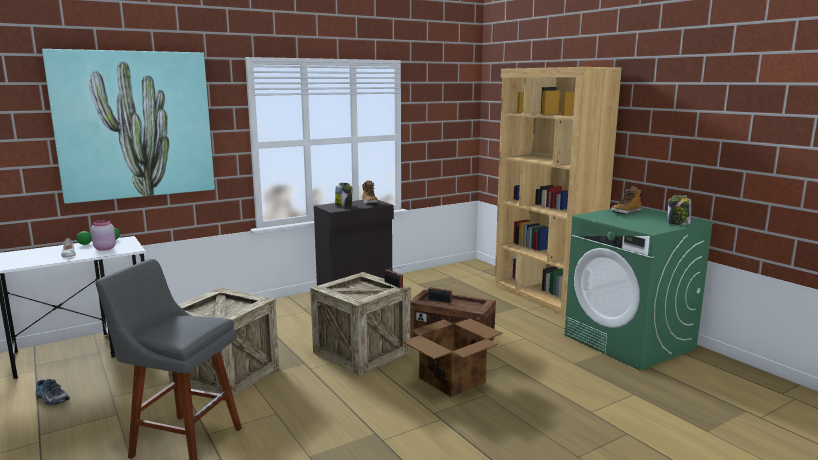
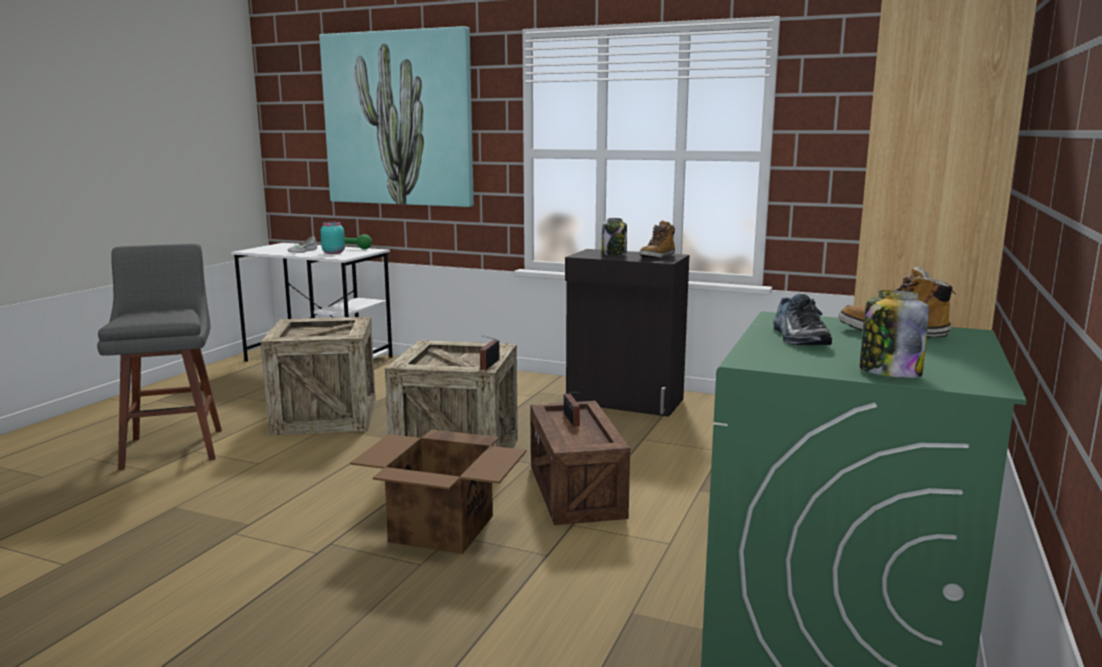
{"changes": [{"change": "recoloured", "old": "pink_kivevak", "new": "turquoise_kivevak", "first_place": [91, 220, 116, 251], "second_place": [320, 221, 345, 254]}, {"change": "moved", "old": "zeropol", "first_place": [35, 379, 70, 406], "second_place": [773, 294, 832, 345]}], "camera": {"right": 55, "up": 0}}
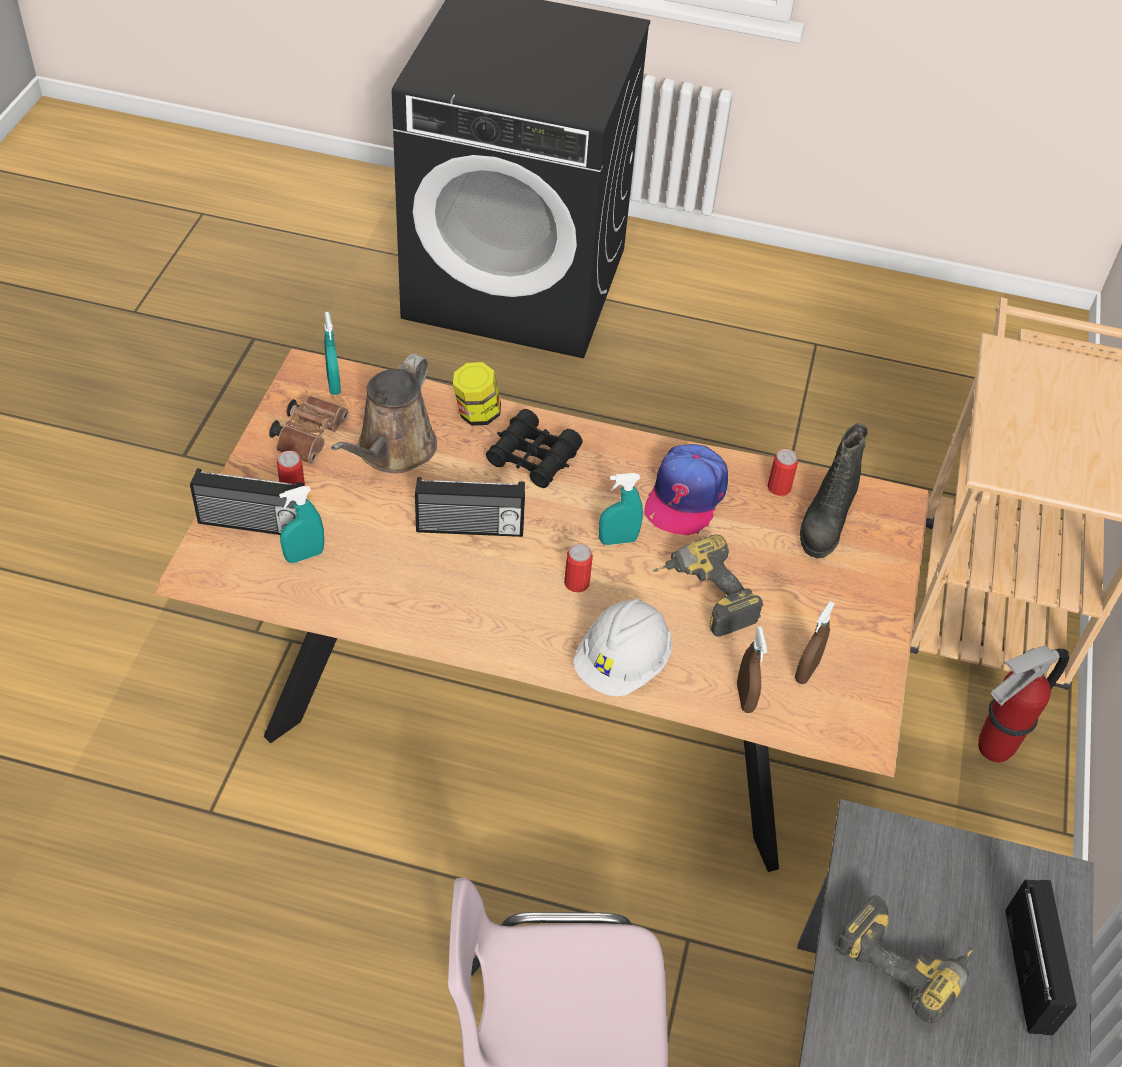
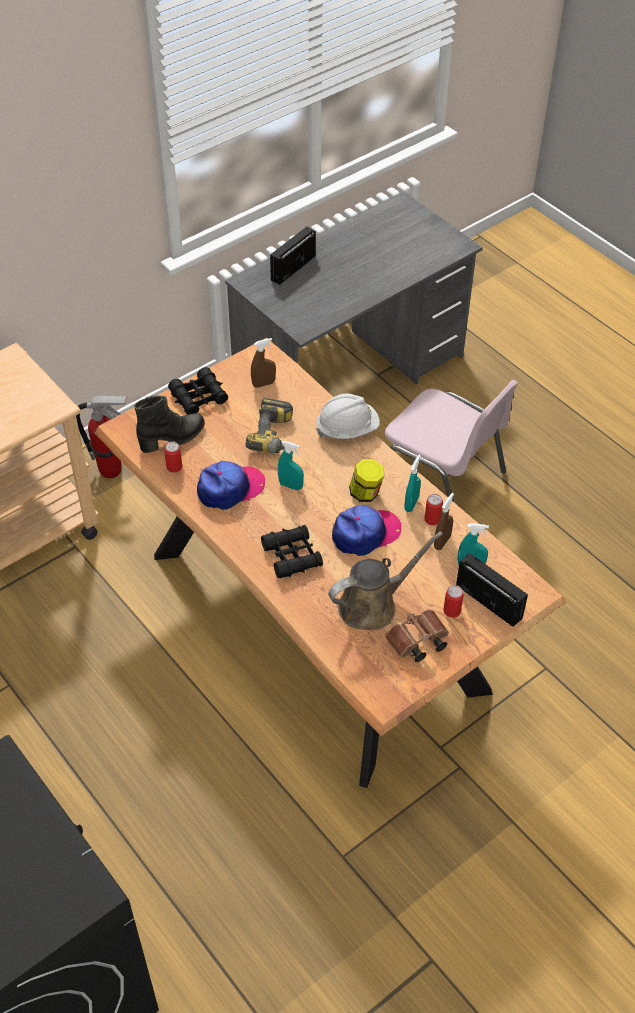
{"changes": [{"change": "added", "new": "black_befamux", "second_place": [168, 367, 228, 415]}, {"change": "replaced", "old": "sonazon", "new": "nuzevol", "first_place": [415, 477, 525, 537], "second_place": [332, 505, 401, 556]}, {"change": "moved", "old": "kivevak", "first_place": [453, 362, 501, 426], "second_place": [349, 459, 384, 502]}, {"change": "moved", "old": "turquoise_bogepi", "first_place": [324, 312, 341, 395], "second_place": [404, 454, 421, 512]}, {"change": "moved", "old": "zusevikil", "first_place": [564, 543, 593, 592], "second_place": [425, 494, 443, 525]}, {"change": "moved", "old": "brown_bogepi", "first_place": [737, 626, 767, 713], "second_place": [434, 493, 454, 550]}, {"change": "removed", "old": "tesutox", "first_place": [836, 895, 974, 1024]}], "camera": {"right": -140, "up": 0}}
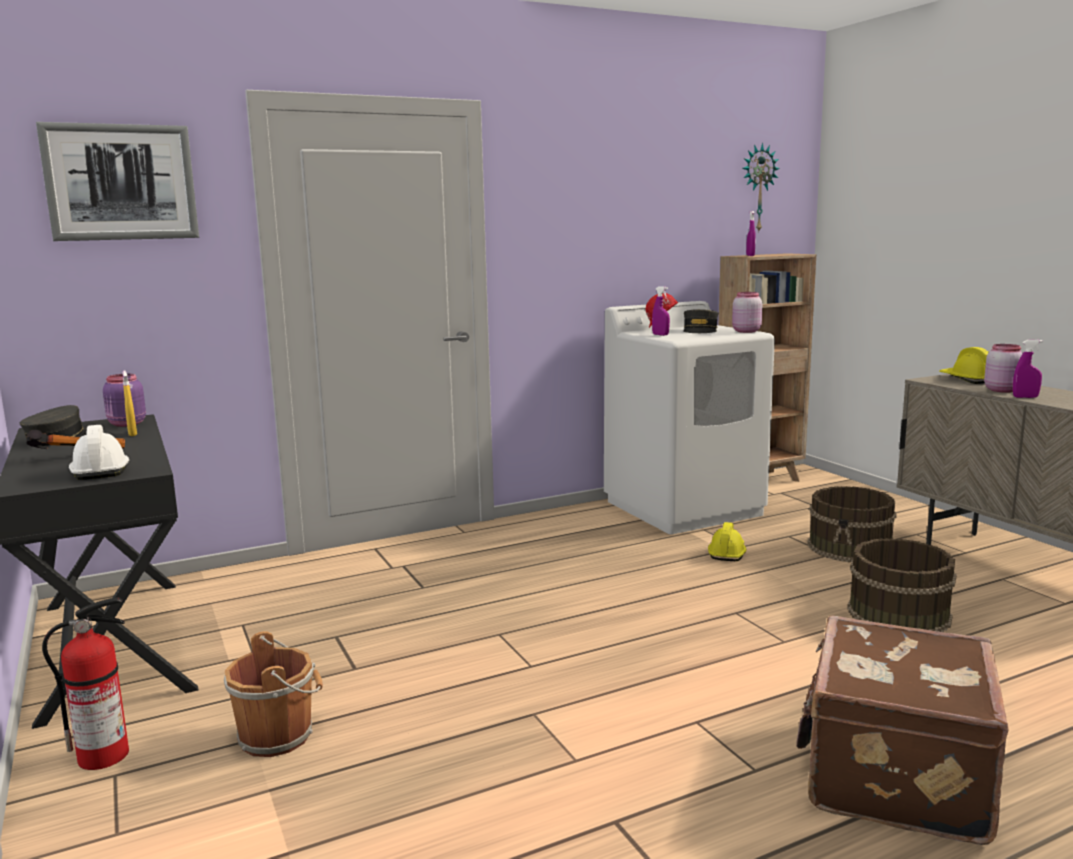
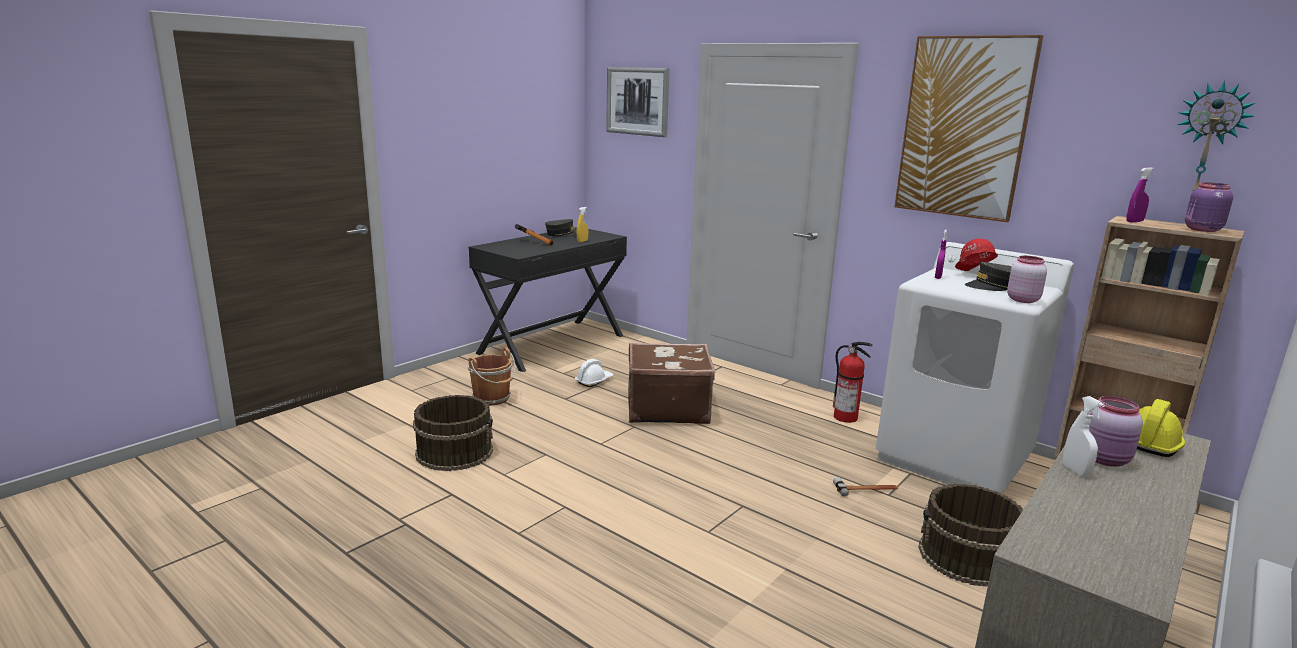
{"changes": [{"change": "moved", "old": "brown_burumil", "first_place": [847, 538, 957, 632], "second_place": [413, 395, 493, 471]}, {"change": "moved", "old": "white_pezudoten", "first_place": [69, 425, 129, 480], "second_place": [575, 359, 613, 387]}, {"change": "moved", "old": "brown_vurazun", "first_place": [796, 616, 1009, 845], "second_place": [628, 343, 715, 424]}, {"change": "moved", "old": "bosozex", "first_place": [42, 597, 129, 770], "second_place": [833, 342, 873, 423]}, {"change": "replaced", "old": "yellow_pezudoten", "new": "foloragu", "first_place": [708, 522, 746, 561], "second_place": [833, 477, 898, 497]}, {"change": "added", "new": "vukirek", "second_place": [895, 35, 1043, 222]}, {"change": "recoloured", "old": "purple_bogepi", "new": "white_bogepi", "first_place": [1013, 340, 1043, 398], "second_place": [1063, 396, 1105, 477]}, {"change": "moved", "old": "purple_kivevak", "first_place": [103, 374, 146, 427], "second_place": [1185, 182, 1233, 232]}], "camera": {"right": 65, "up": 5}}
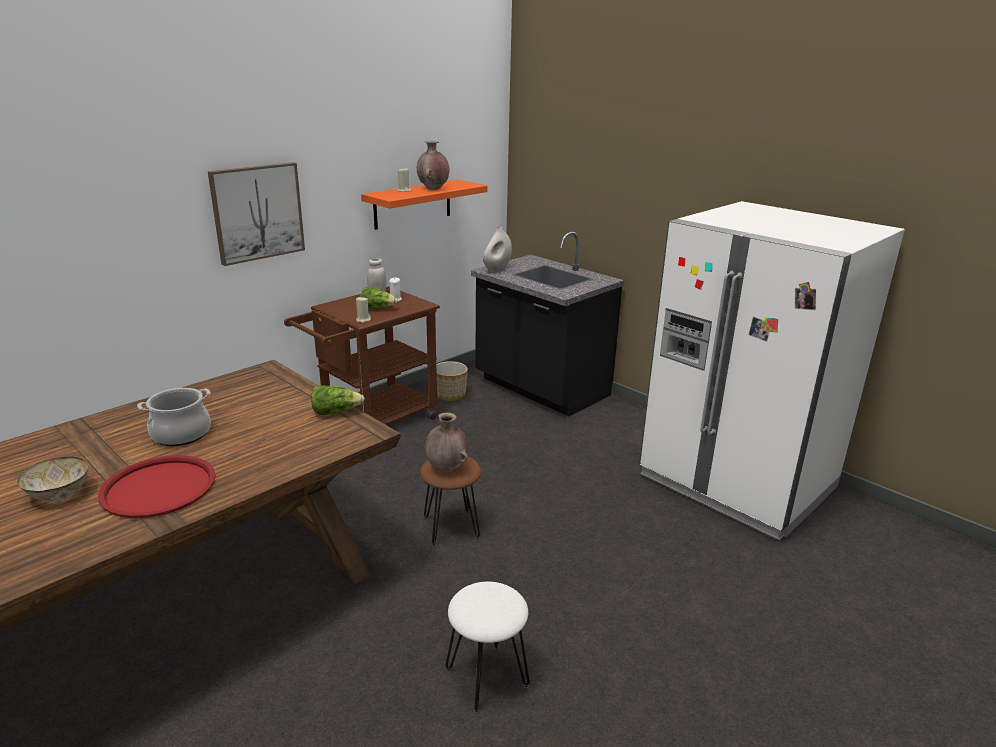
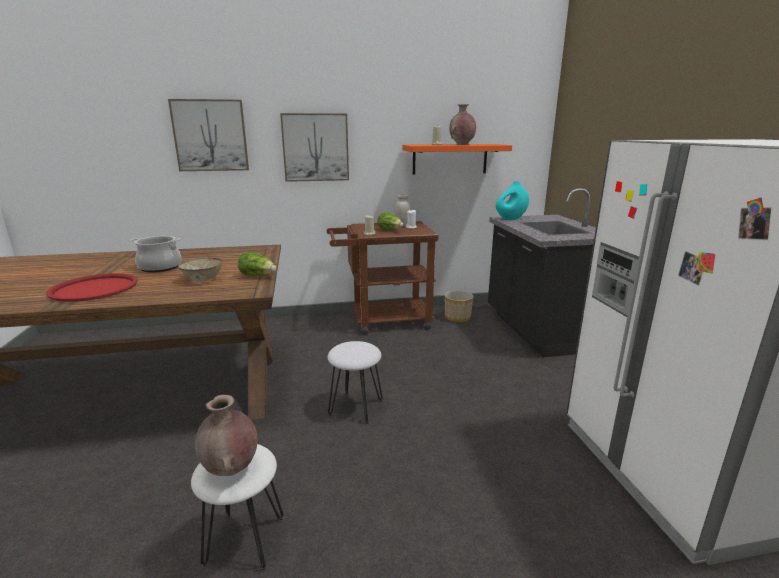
{"changes": [{"change": "added", "new": "vukirek", "second_place": [168, 99, 249, 171]}, {"change": "moved", "old": "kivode", "first_place": [17, 456, 88, 502], "second_place": [178, 258, 222, 282]}, {"change": "moved", "old": "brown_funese", "first_place": [425, 412, 468, 472], "second_place": [195, 395, 258, 476]}, {"change": "recoloured", "old": "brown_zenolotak", "new": "white_zenolotak", "first_place": [420, 456, 481, 546], "second_place": [327, 341, 383, 424]}, {"change": "recoloured", "old": "white_funese", "new": "turquoise_funese", "first_place": [483, 227, 512, 272], "second_place": [496, 181, 529, 220]}], "camera": {"right": 35, "up": -5}}
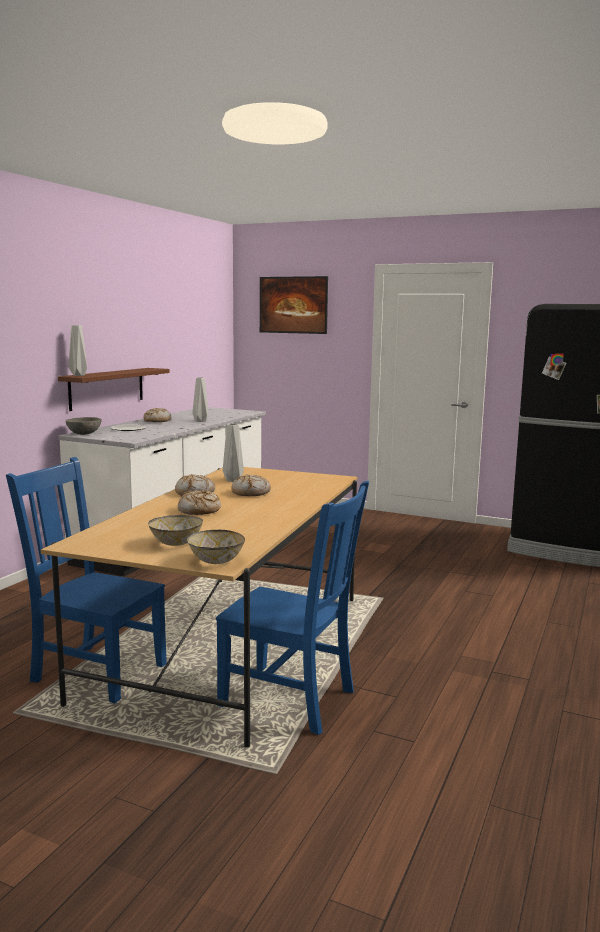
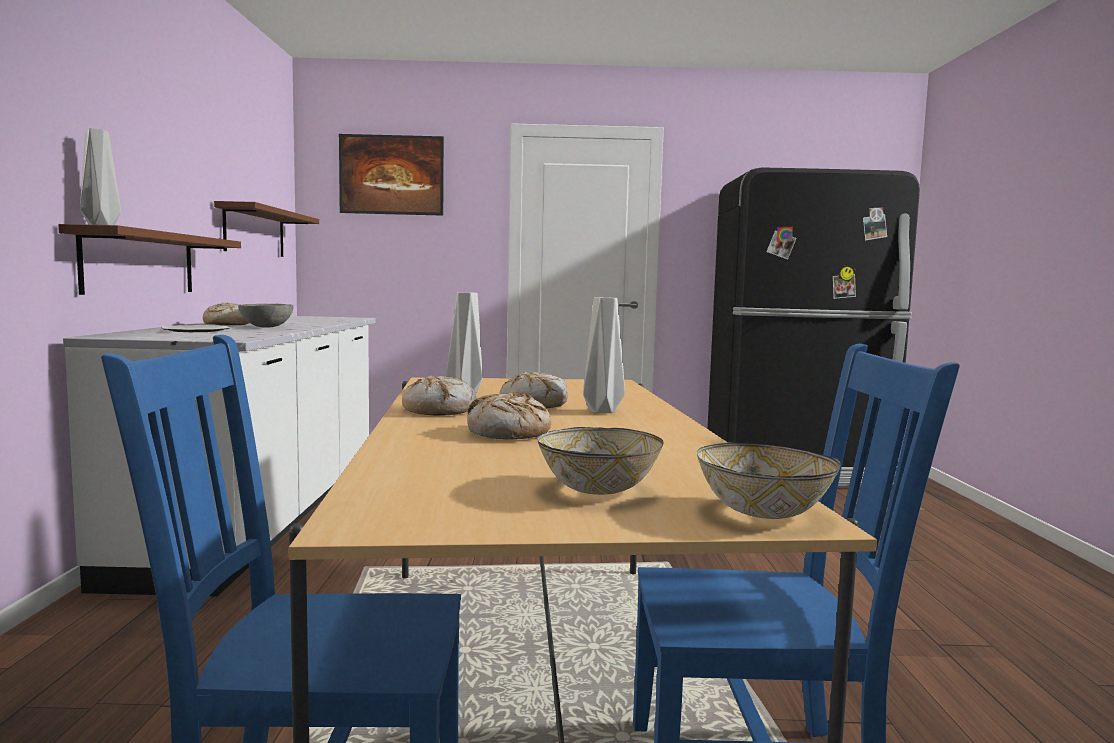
{"changes": [{"change": "added", "new": "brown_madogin", "second_place": [214, 201, 319, 257]}, {"change": "moved", "old": "grey_kivode", "first_place": [66, 417, 102, 435], "second_place": [238, 304, 294, 328]}, {"change": "moved", "old": "grey_funese", "first_place": [192, 377, 209, 422], "second_place": [583, 297, 625, 413]}], "camera": {"right": -25, "up": -5}}
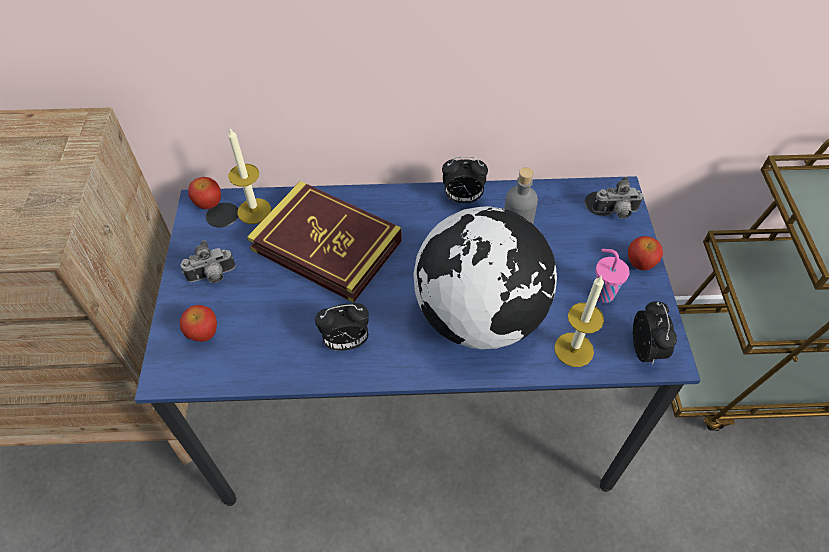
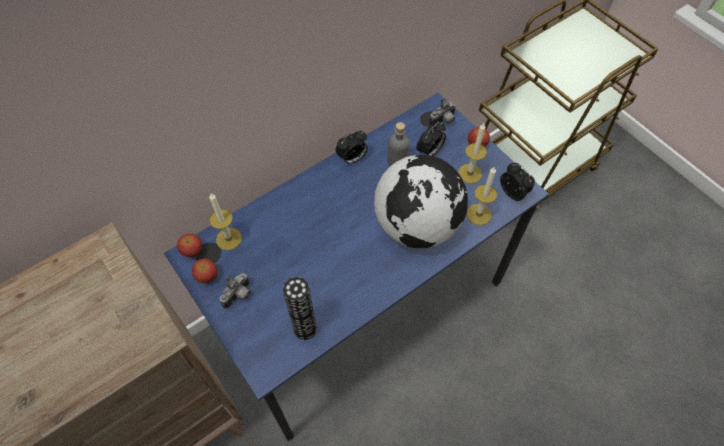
{"changes": [{"change": "moved", "old": "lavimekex", "first_place": [180, 305, 217, 342], "second_place": [192, 258, 217, 284]}, {"change": "added", "new": "funese", "second_place": [283, 277, 317, 340]}, {"change": "moved", "old": "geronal", "first_place": [315, 303, 369, 351], "second_place": [416, 122, 446, 156]}, {"change": "replaced", "old": "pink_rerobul", "new": "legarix", "first_place": [595, 249, 630, 303], "second_place": [458, 123, 487, 184]}, {"change": "removed", "old": "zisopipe", "first_place": [247, 181, 402, 303]}], "camera": {"right": -35, "up": 5}}
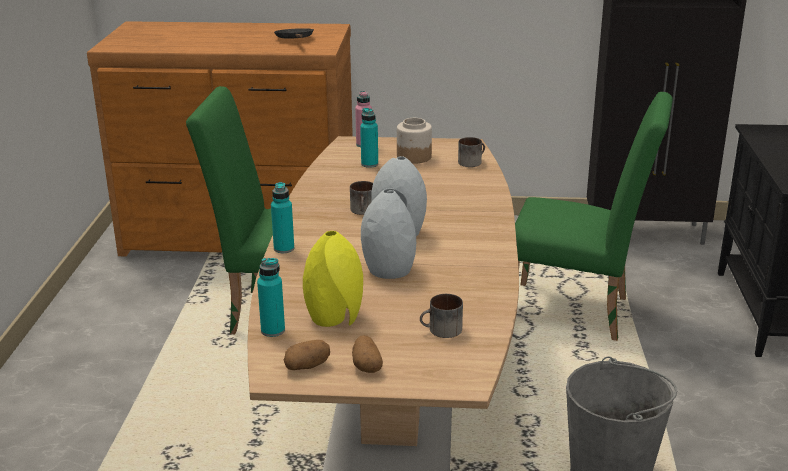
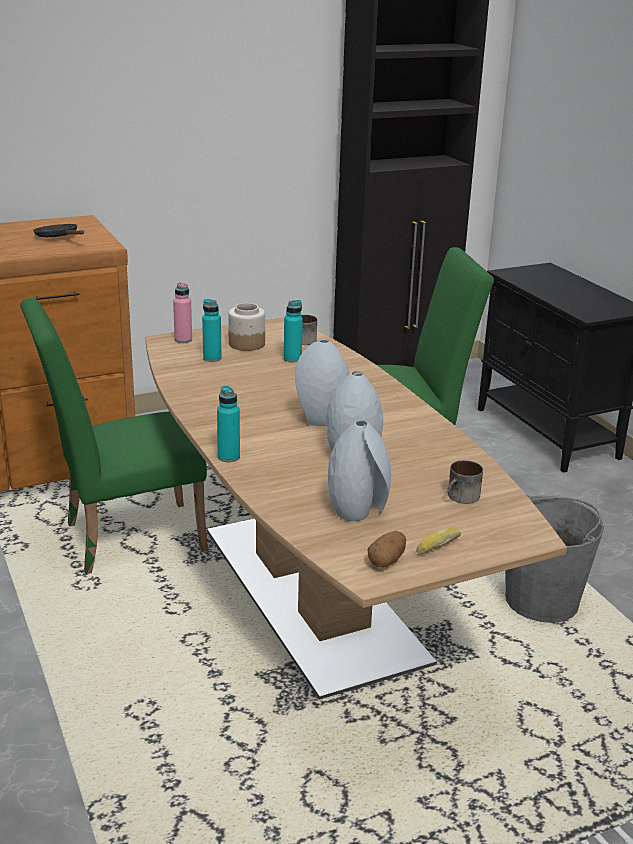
{"changes": [{"change": "moved", "old": "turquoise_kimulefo", "first_place": [257, 258, 285, 337], "second_place": [284, 300, 303, 362]}, {"change": "recoloured", "old": "yellow_funese", "new": "grey_funese", "first_place": [303, 231, 363, 327], "second_place": [328, 420, 391, 521]}, {"change": "replaced", "old": "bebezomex", "new": "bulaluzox", "first_place": [352, 335, 383, 373], "second_place": [416, 527, 461, 554]}, {"change": "removed", "old": "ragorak", "first_place": [350, 181, 373, 215]}], "camera": {"right": -30, "up": 0}}
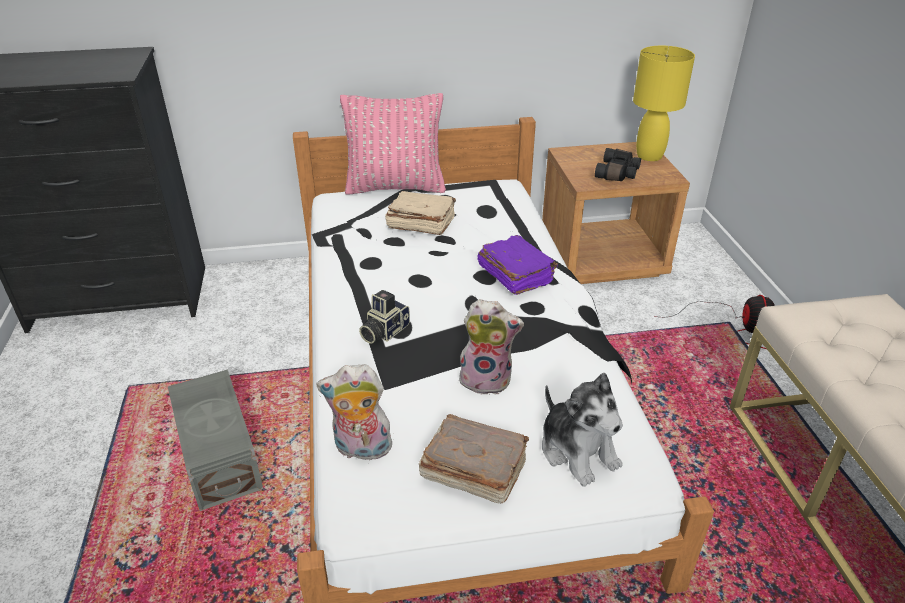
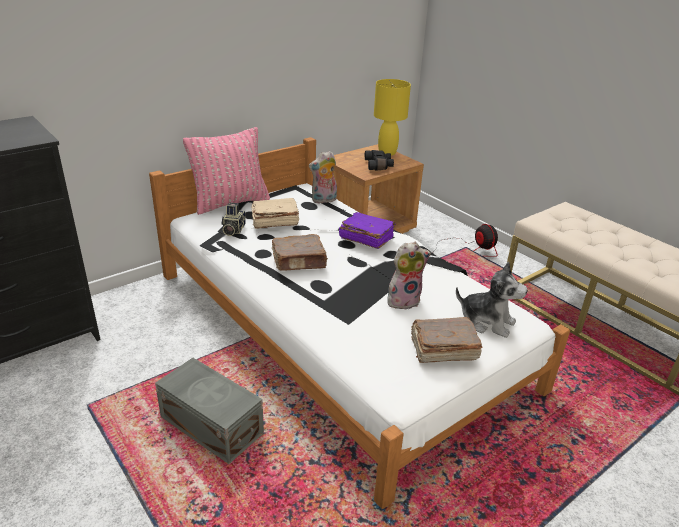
{"changes": [{"change": "moved", "old": "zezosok", "first_place": [359, 290, 410, 344], "second_place": [221, 203, 246, 236]}, {"change": "added", "new": "brown_zisopipe", "second_place": [272, 234, 328, 271]}, {"change": "moved", "old": "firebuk", "first_place": [316, 364, 397, 460], "second_place": [309, 151, 337, 204]}], "camera": {"right": -30, "up": -5}}
